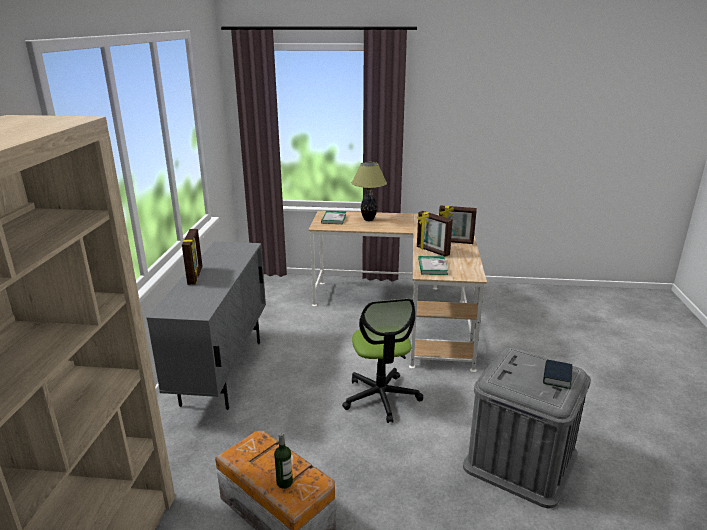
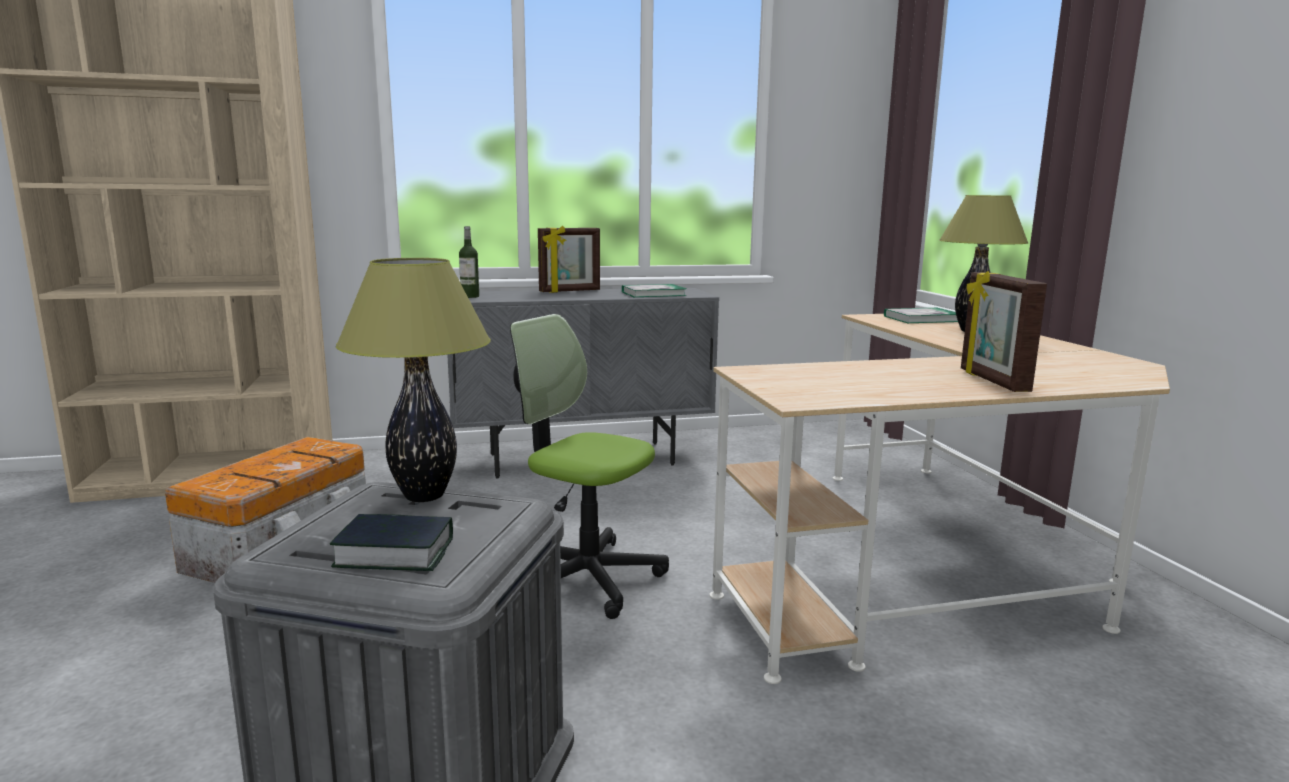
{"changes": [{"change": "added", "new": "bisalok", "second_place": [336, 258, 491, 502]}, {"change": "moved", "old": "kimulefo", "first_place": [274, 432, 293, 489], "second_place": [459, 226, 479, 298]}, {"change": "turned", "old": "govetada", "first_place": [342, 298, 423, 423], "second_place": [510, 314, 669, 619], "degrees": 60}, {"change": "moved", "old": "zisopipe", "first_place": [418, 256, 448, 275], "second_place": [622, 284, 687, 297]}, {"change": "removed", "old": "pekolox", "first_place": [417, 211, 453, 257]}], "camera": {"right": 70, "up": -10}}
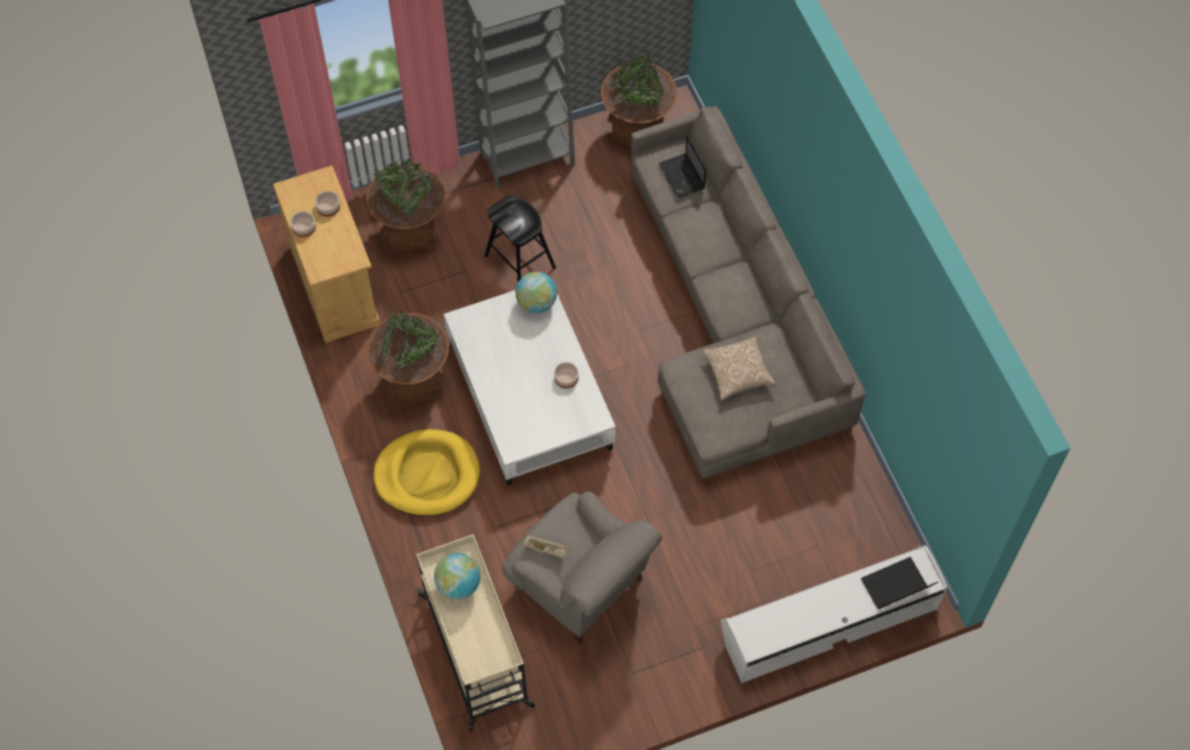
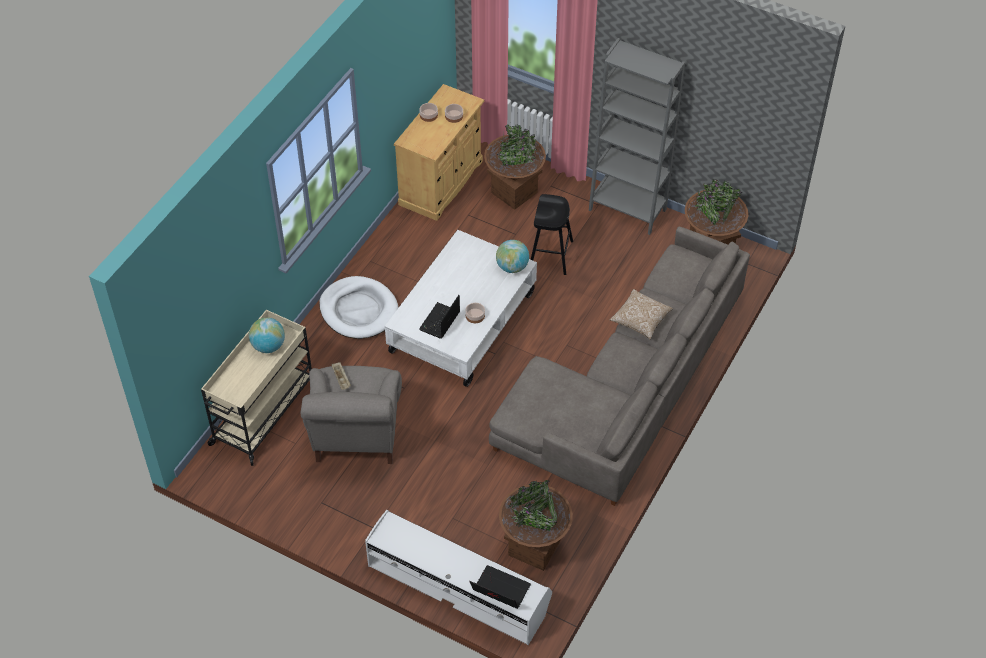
{"changes": [{"change": "recoloured", "old": "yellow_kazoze", "new": "white_kazoze", "first_place": [373, 429, 480, 516], "second_place": [319, 276, 398, 339]}, {"change": "moved", "old": "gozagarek", "first_place": [659, 136, 706, 198], "second_place": [419, 295, 460, 339]}, {"change": "moved", "old": "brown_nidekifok", "first_place": [366, 309, 449, 407], "second_place": [499, 480, 573, 571]}, {"change": "moved", "old": "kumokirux", "first_place": [703, 336, 776, 400], "second_place": [610, 289, 673, 339]}], "camera": {"right": 50, "up": -10}}
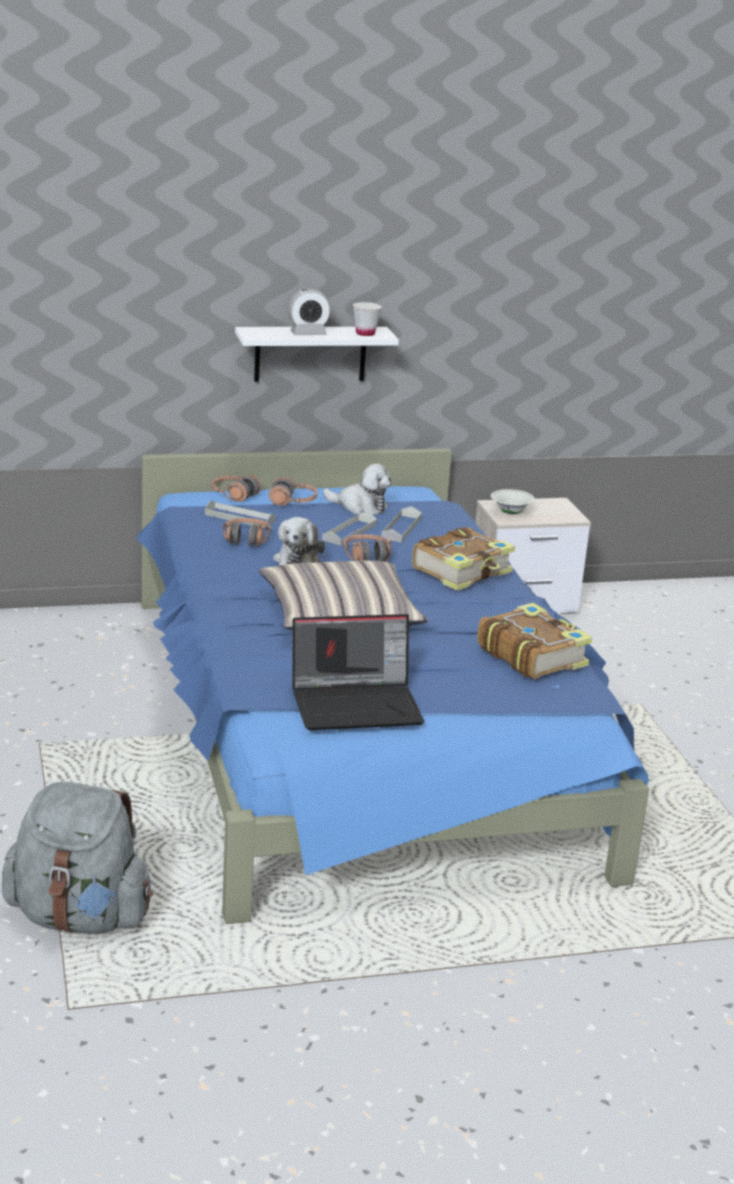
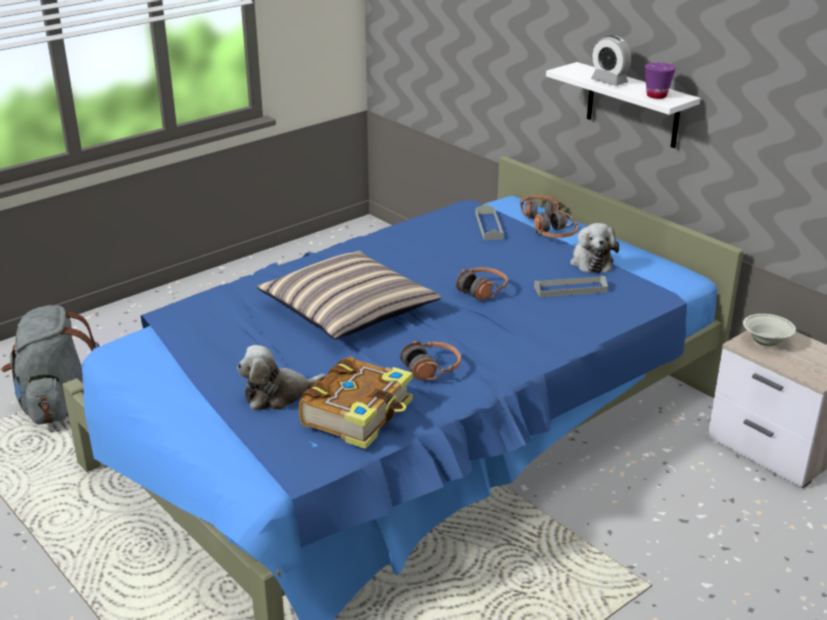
{"changes": [{"change": "moved", "old": "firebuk", "first_place": [273, 517, 325, 565], "second_place": [237, 345, 326, 410]}, {"change": "moved", "old": "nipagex", "first_place": [223, 518, 271, 547], "second_place": [400, 341, 461, 380]}, {"change": "recoloured", "old": "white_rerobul", "new": "purple_rerobul", "first_place": [353, 302, 382, 336], "second_place": [644, 62, 676, 99]}, {"change": "removed", "old": "gozagarek", "first_place": [292, 614, 424, 730]}, {"change": "removed", "old": "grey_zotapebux", "first_place": [322, 512, 377, 546]}, {"change": "removed", "old": "zisopipe", "first_place": [412, 527, 515, 591]}], "camera": {"right": 65, "up": 5}}
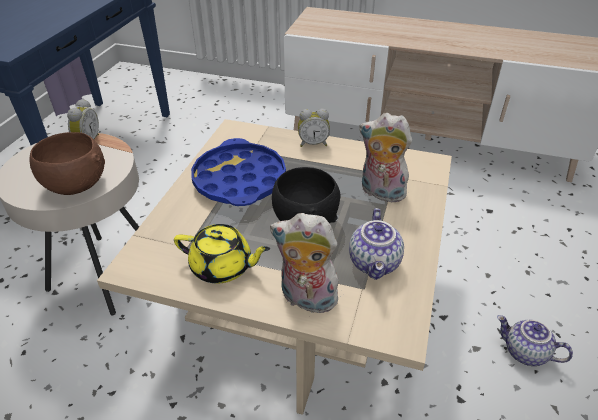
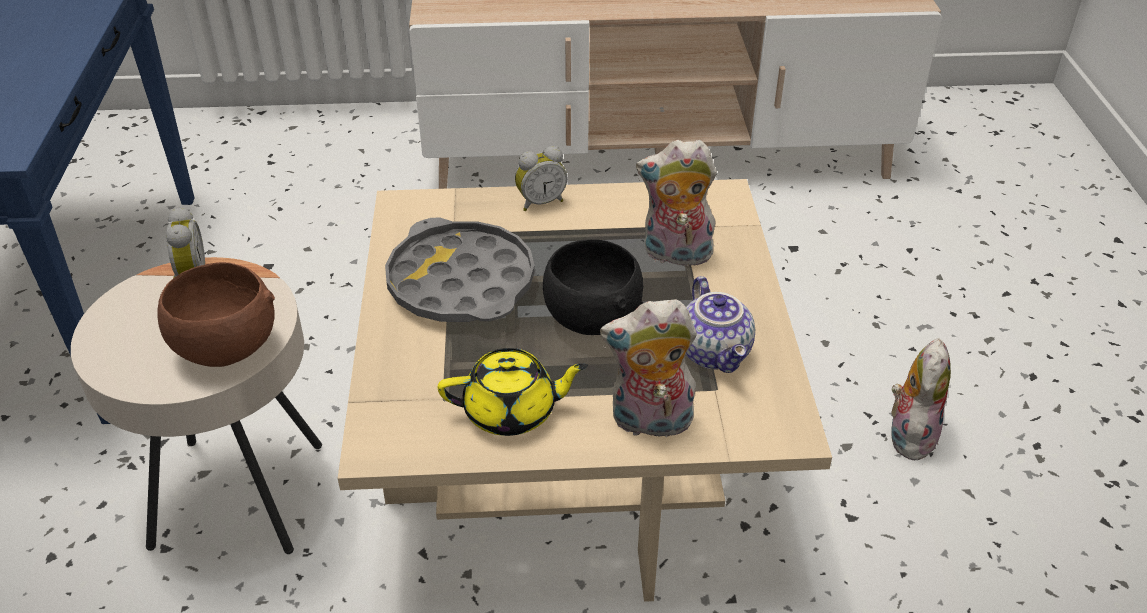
{"changes": [{"change": "recoloured", "old": "blue_zotapebux", "new": "grey_zotapebux", "first_place": [191, 138, 286, 206], "second_place": [385, 218, 535, 322]}, {"change": "replaced", "old": "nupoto", "new": "firebuk", "first_place": [497, 315, 573, 366], "second_place": [891, 338, 951, 462]}], "camera": {"right": -20, "up": 0}}
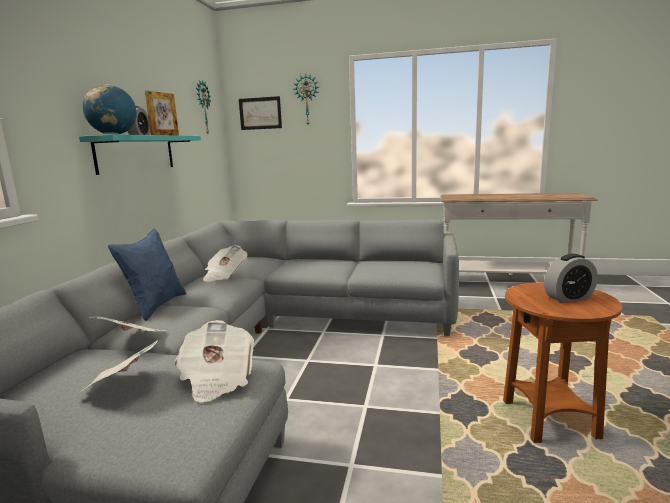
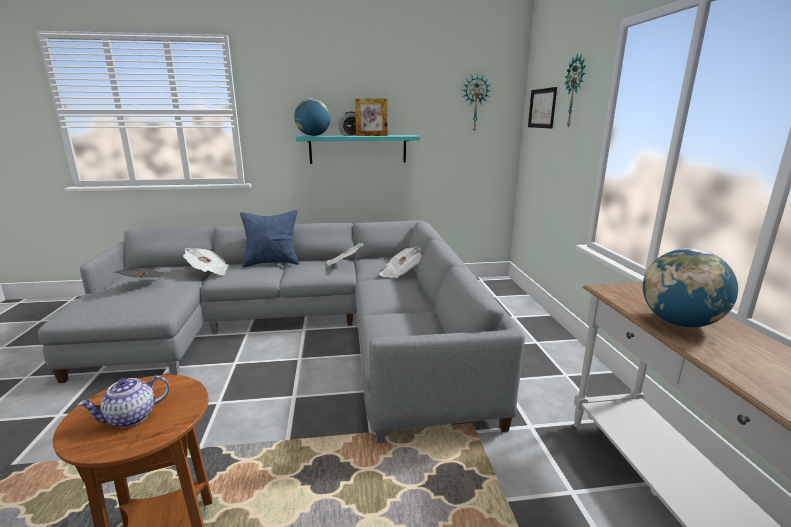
{"changes": [{"change": "replaced", "old": "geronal", "new": "nupoto", "first_place": [544, 254, 598, 303], "second_place": [78, 376, 170, 428]}, {"change": "moved", "old": "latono", "first_place": [175, 320, 255, 403], "second_place": [380, 247, 422, 279]}, {"change": "added", "new": "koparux", "second_place": [643, 248, 738, 327]}], "camera": {"right": 70, "up": 5}}
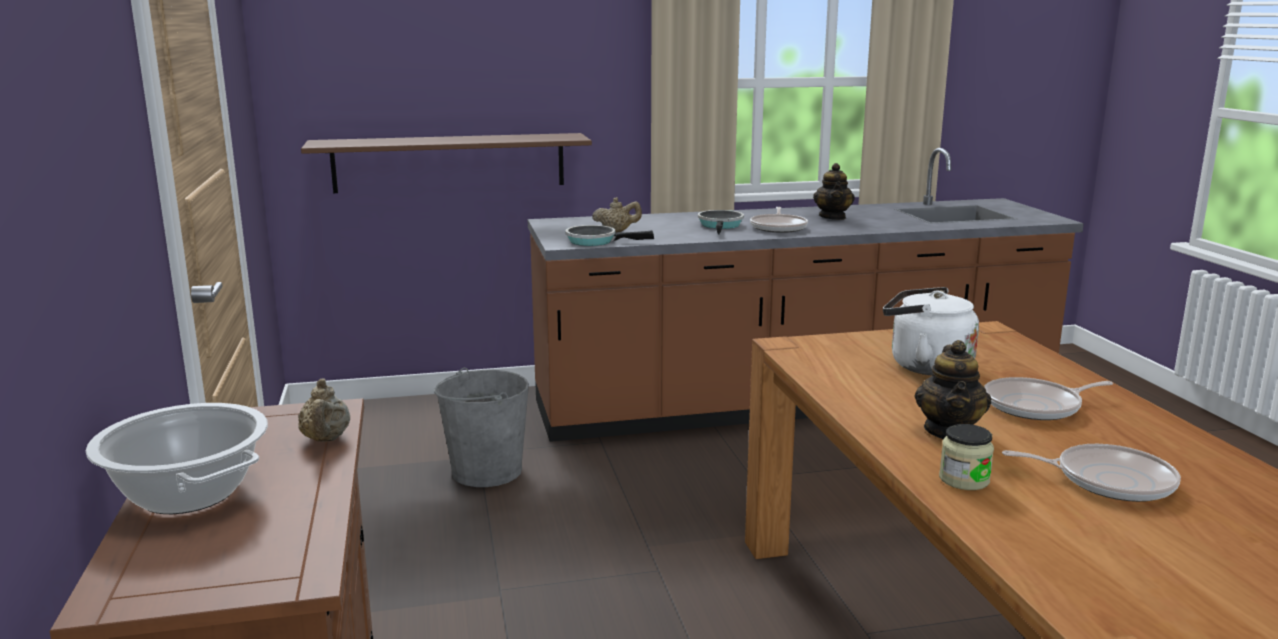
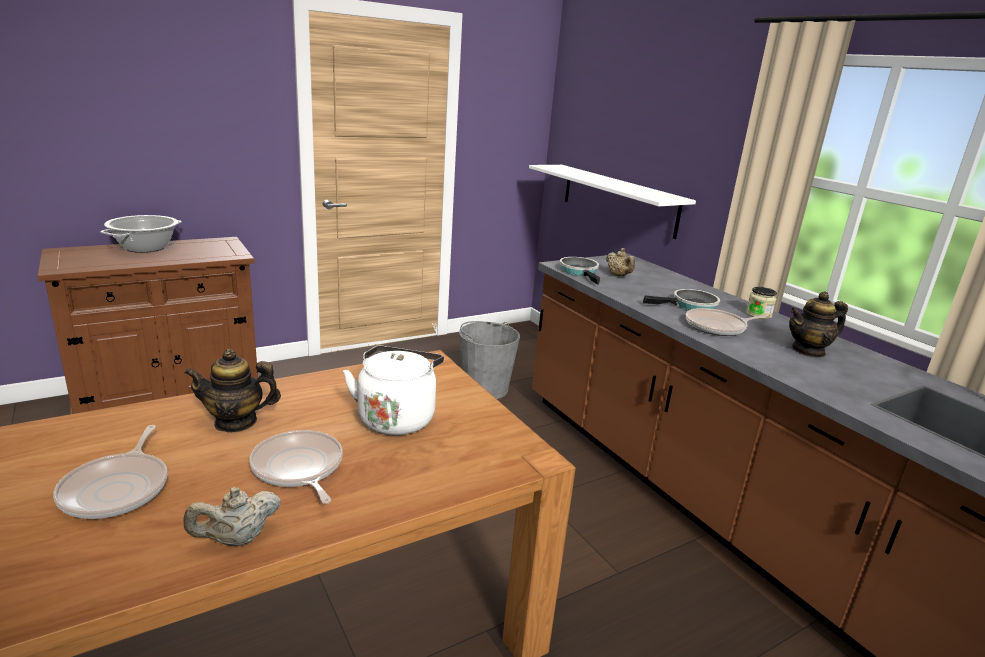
{"changes": [{"change": "moved", "old": "beige_nupoto", "first_place": [298, 378, 350, 442], "second_place": [184, 487, 281, 546]}, {"change": "recoloured", "old": "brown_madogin", "new": "white_madogin", "first_place": [301, 133, 592, 193], "second_place": [529, 165, 696, 239]}, {"change": "moved", "old": "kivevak", "first_place": [939, 424, 994, 490], "second_place": [746, 287, 777, 319]}], "camera": {"right": 70, "up": 5}}
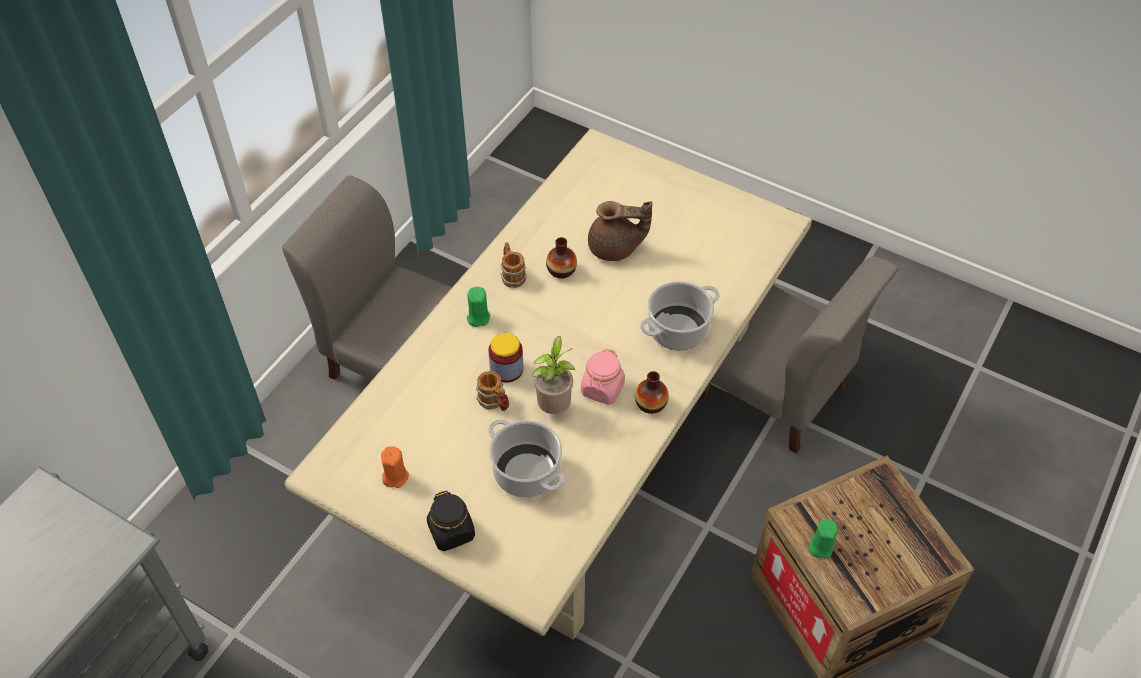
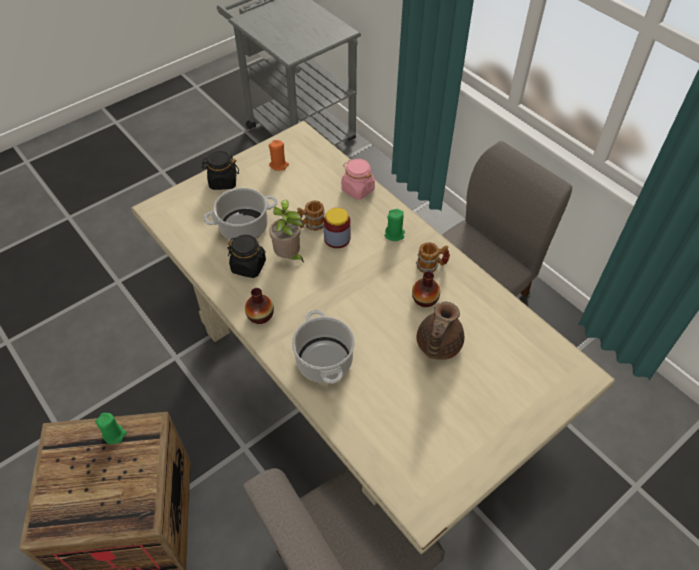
{"changes": [{"change": "added", "new": "black_kivevak", "second_place": [227, 235, 266, 278]}, {"change": "moved", "old": "pink_kivevak", "first_place": [581, 349, 625, 405], "second_place": [341, 159, 375, 200]}], "camera": {"right": 110, "up": 0}}
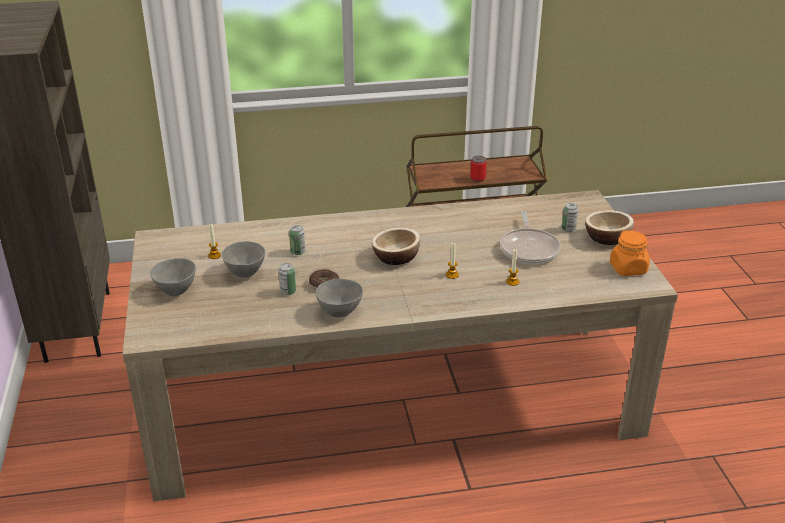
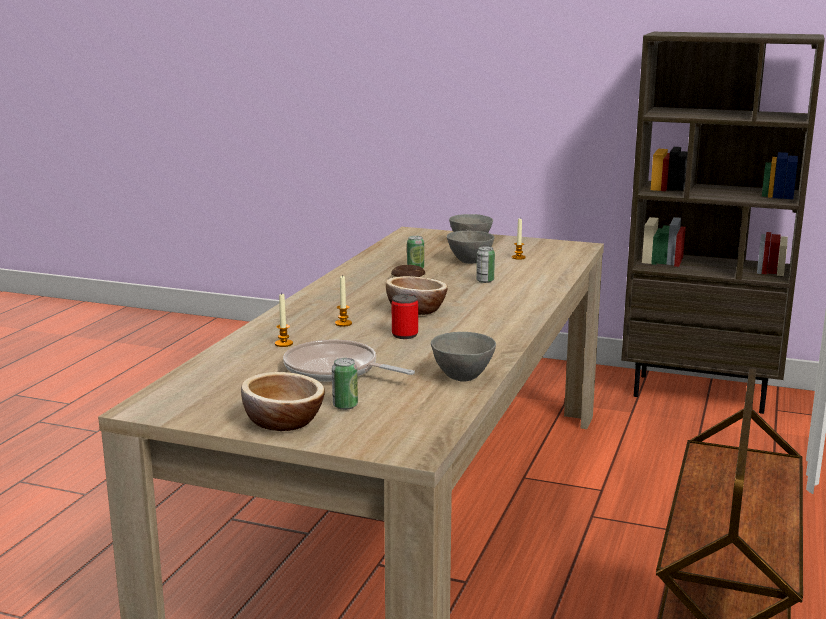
{"changes": [{"change": "moved", "old": "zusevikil", "first_place": [471, 156, 487, 182], "second_place": [392, 294, 418, 339]}, {"change": "moved", "old": "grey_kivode", "first_place": [315, 279, 363, 317], "second_place": [431, 332, 496, 382]}, {"change": "removed", "old": "orange_kivevak", "first_place": [610, 230, 650, 276]}], "camera": {"right": 120, "up": -15}}
